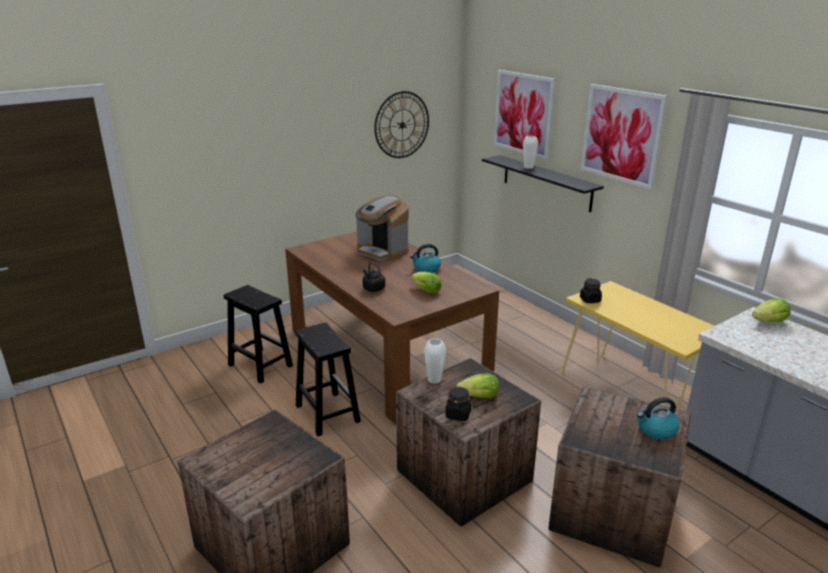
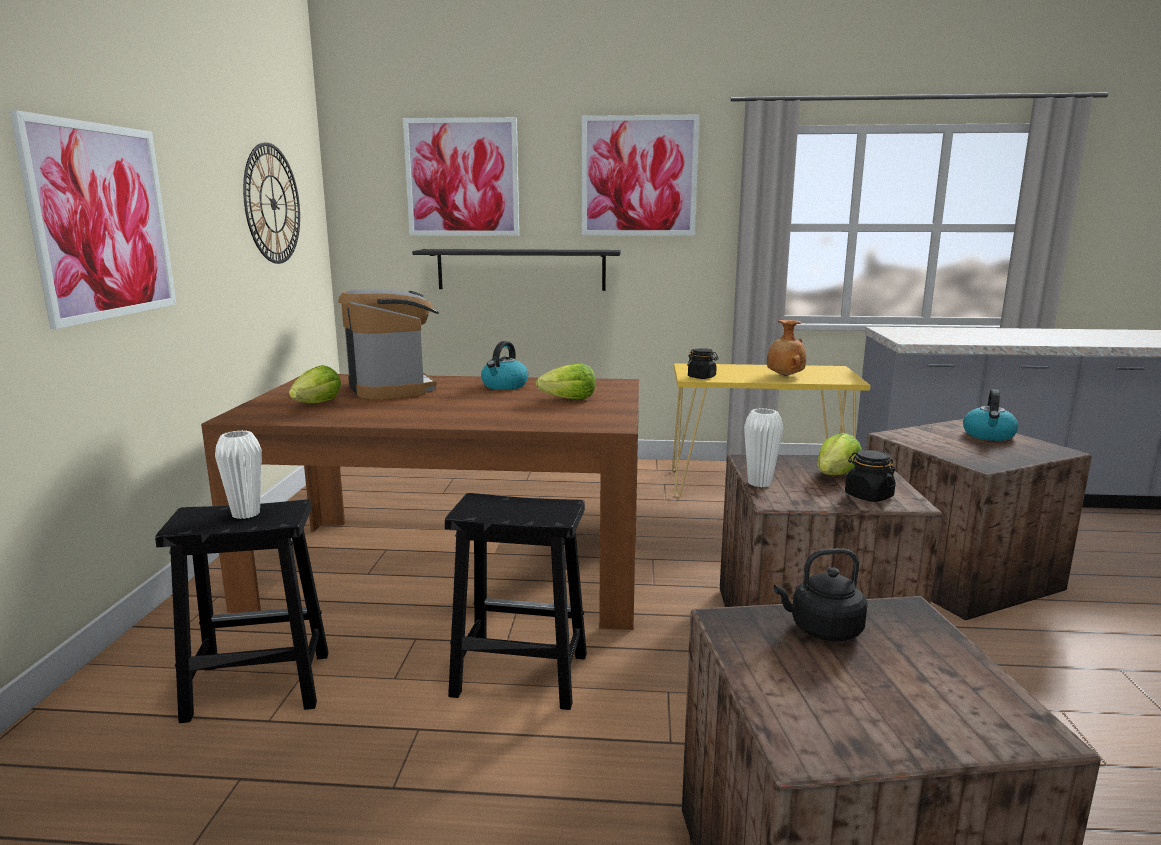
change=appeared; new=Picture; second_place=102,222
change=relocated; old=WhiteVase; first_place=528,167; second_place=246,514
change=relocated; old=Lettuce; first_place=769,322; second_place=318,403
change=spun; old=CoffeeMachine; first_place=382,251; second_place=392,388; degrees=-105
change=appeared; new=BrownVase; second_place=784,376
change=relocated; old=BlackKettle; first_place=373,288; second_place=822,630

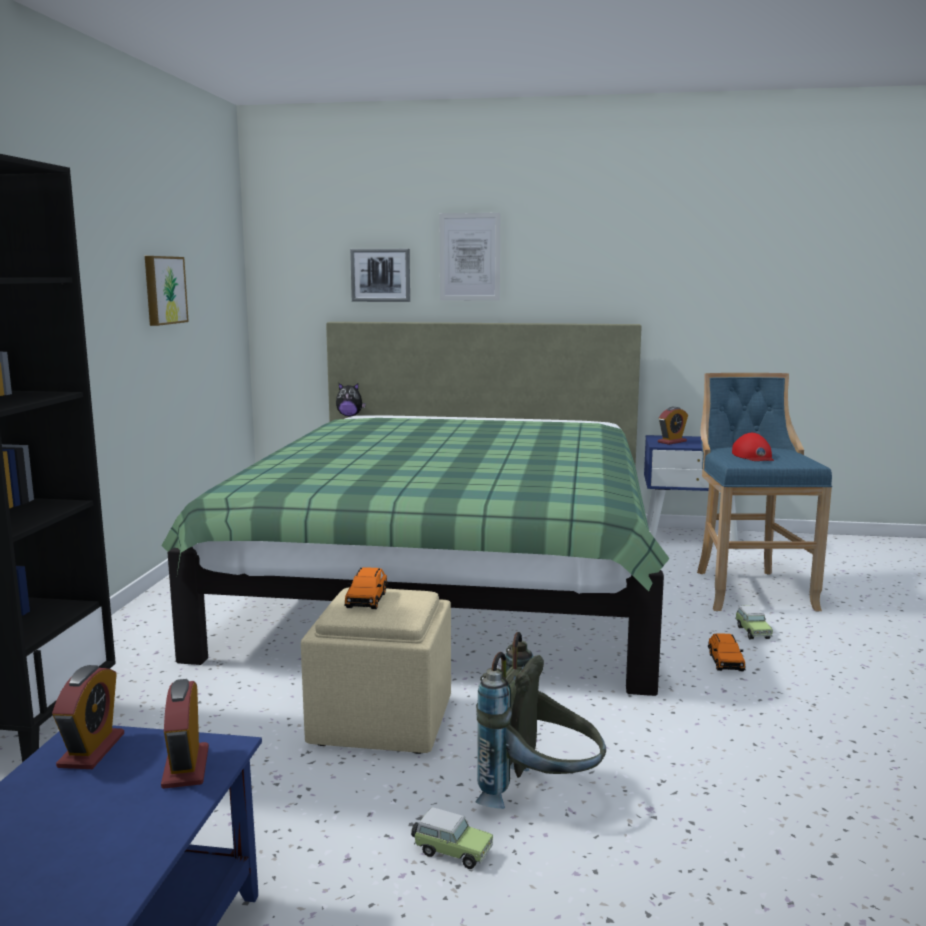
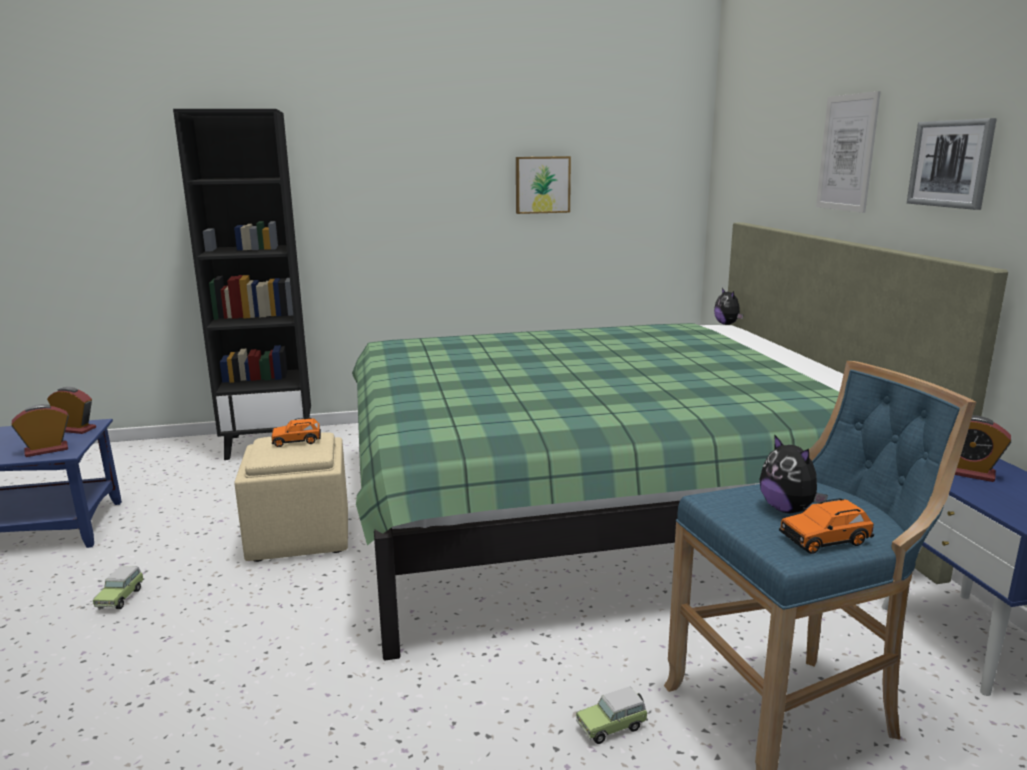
change=spun; old=AlarmClock; first_place=91,750; second_place=75,429; degrees=-150
change=exchanged; old=RedCap; new=PlushToy; first_place=753,456; second_place=788,509
change=relocated; old=OrangeToyCar; first_place=725,662; second_place=824,540
change=relocated; old=Picture; first_place=380,275; second_place=951,163
change=missing; old=GreyBackpack; first_place=540,795

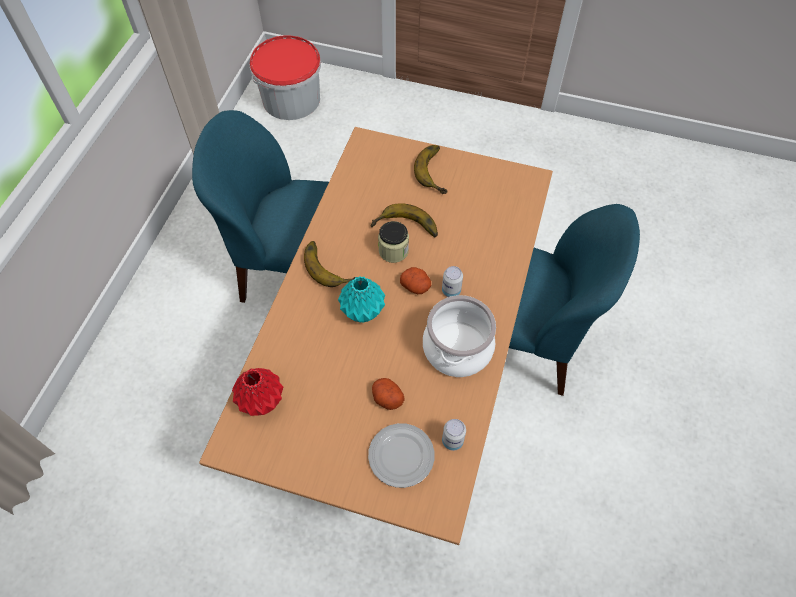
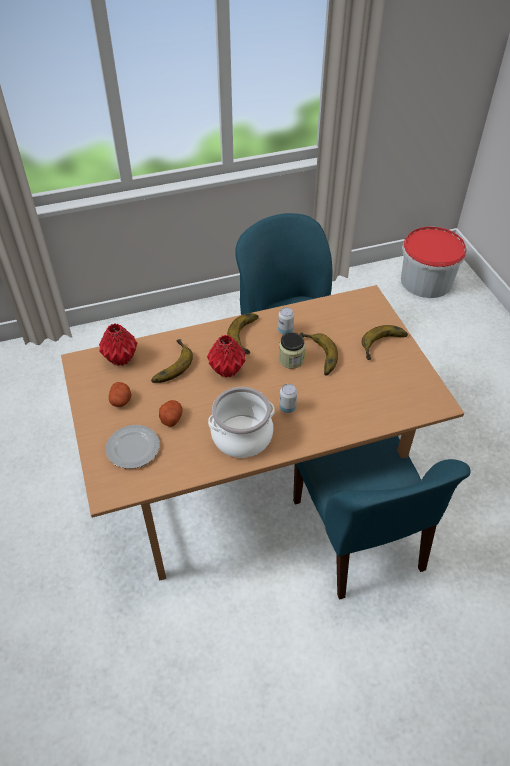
change=relocated; old=Potato; first_place=416,286; second_place=121,400
change=appeared; new=Banana; second_place=169,364
change=colour; old=TurquoiseVase; new=RedVase; first_place=363,311; second_place=227,370
change=relocated; old=Can; first_place=452,441; second_place=285,331

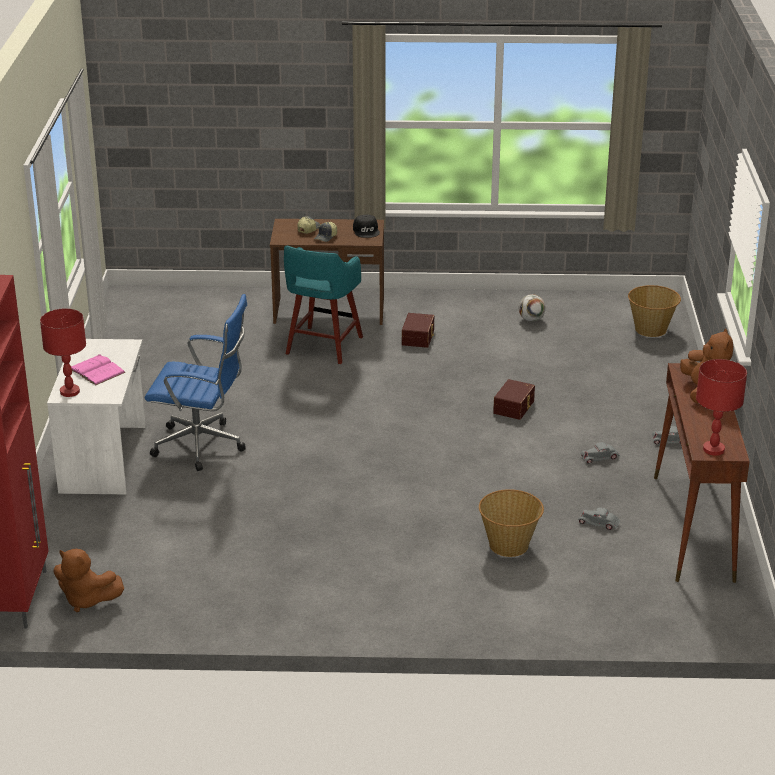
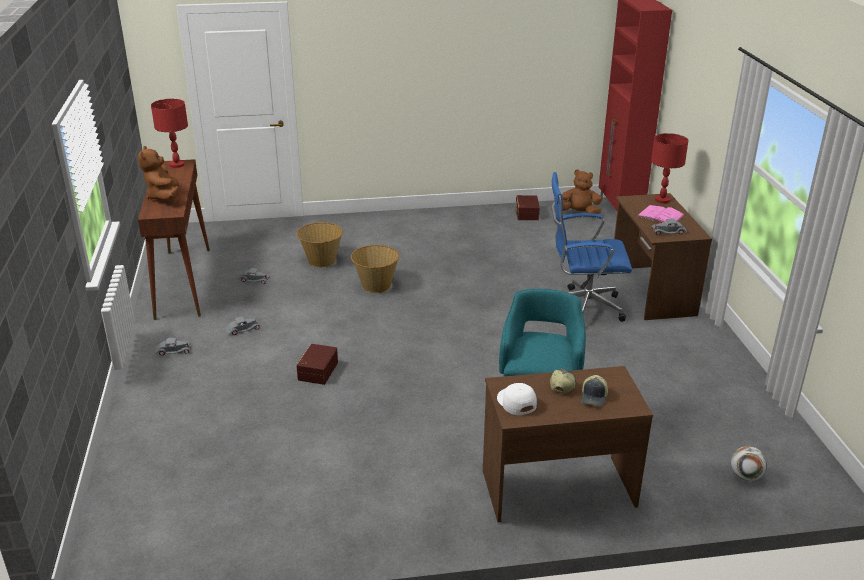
change=relocated; old=Basket; first_place=651,329; second_place=376,285
change=colour; old=BlackCap; new=WhiteCap; first_place=366,231; second_place=516,402
change=relocated; old=BrownStorageBox; first_place=419,337; second_place=526,213
change=colour; old=WhiteDesk; new=BrownDesk; first_place=105,458; second_place=651,291
change=appeared; new=GreyToyCar; second_place=669,231
change=relocated; old=Football; first_place=531,319; second_place=745,476

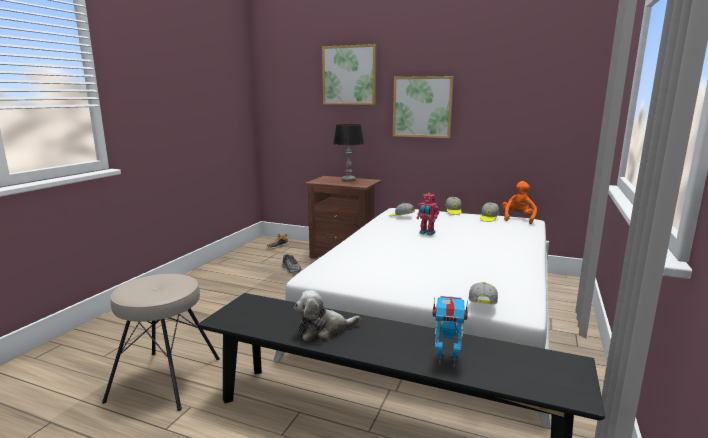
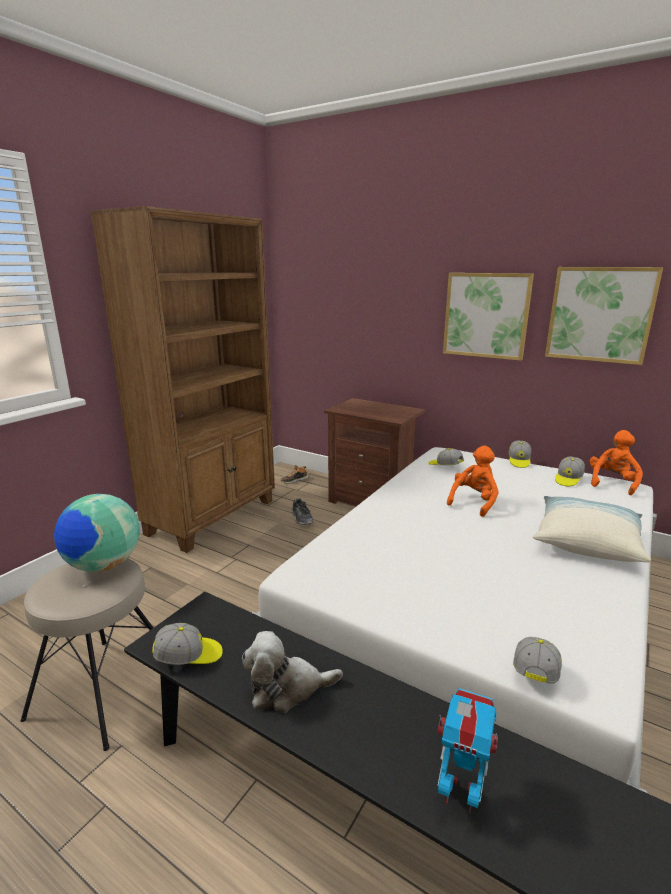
change=appeared; new=Globe; second_place=103,565
change=appeared; new=BrownBookcase; second_place=213,517
change=appeared; new=Cap; second_place=189,656
change=exchanged; old=ToyRobot; new=OrangePlushToy; first_place=426,233; second_place=474,502
change=appeared; new=Pillow; second_place=586,542
change=relocated; old=Picture; first_place=349,75; second_place=600,314
change=missing; old=TableLamp; first_place=348,180

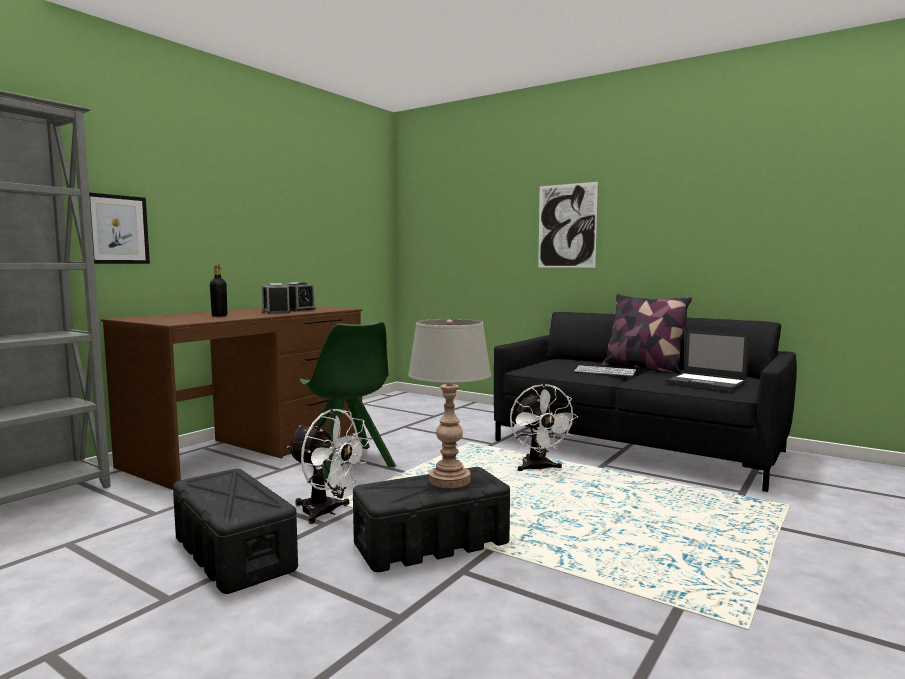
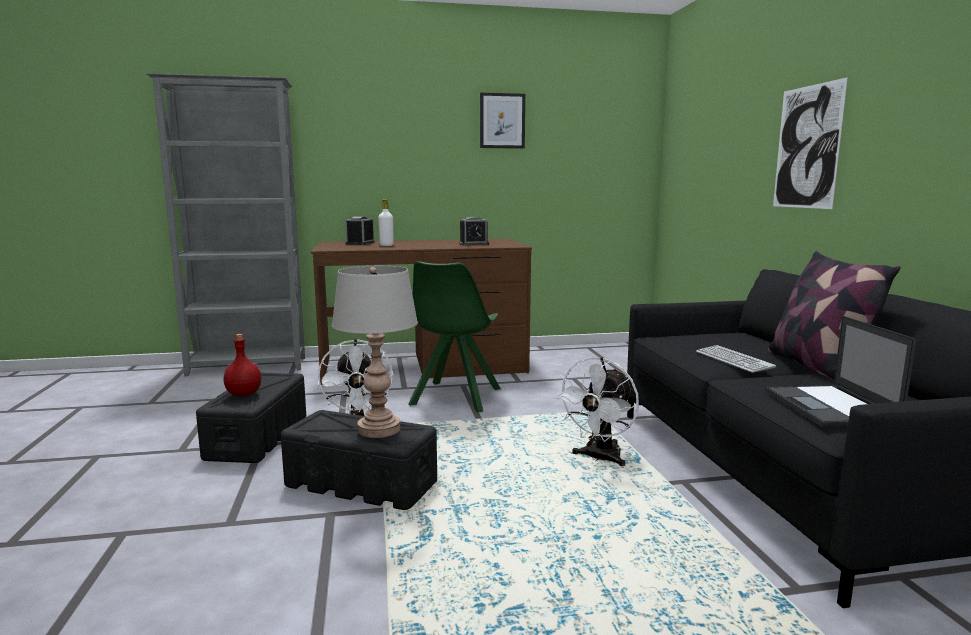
change=appeared; new=RedBottle; second_place=244,394
change=relocated; old=AlarmClock; first_place=276,312; second_place=360,243
change=colour; old=BlackBottle; new=WhiteBottle; first_place=219,316; second_place=386,245
change=relocated; old=Picture; first_place=117,229; second_place=502,121

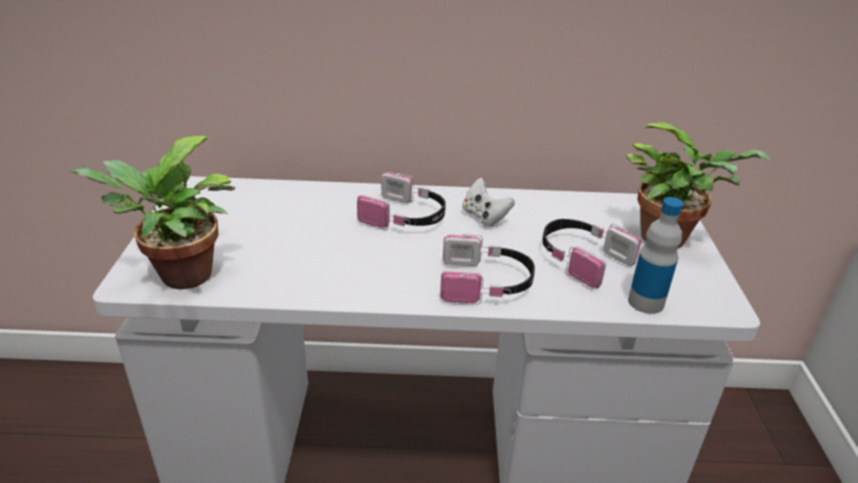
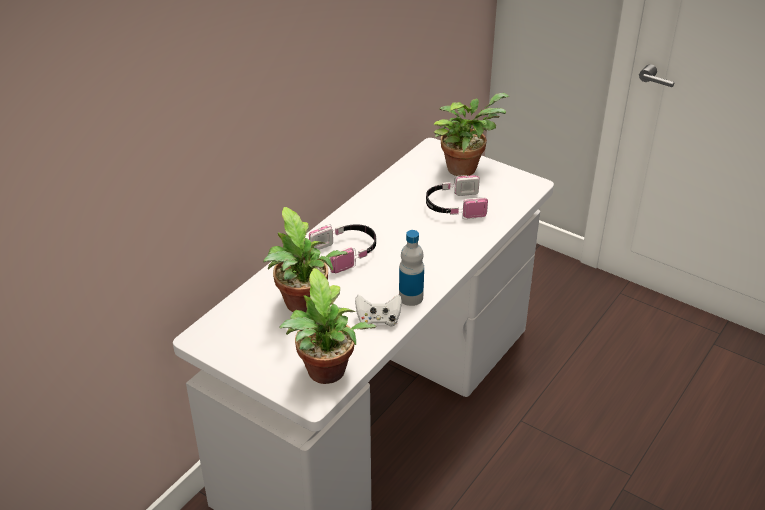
change=appeared; new=PottedPlant; second_place=304,306
change=relocated; old=WhiteGameController; first_place=484,217; second_place=378,320
change=relocated; old=Bottle; first_place=645,302; second_place=411,297
change=missing; old=Headphones; first_place=486,283

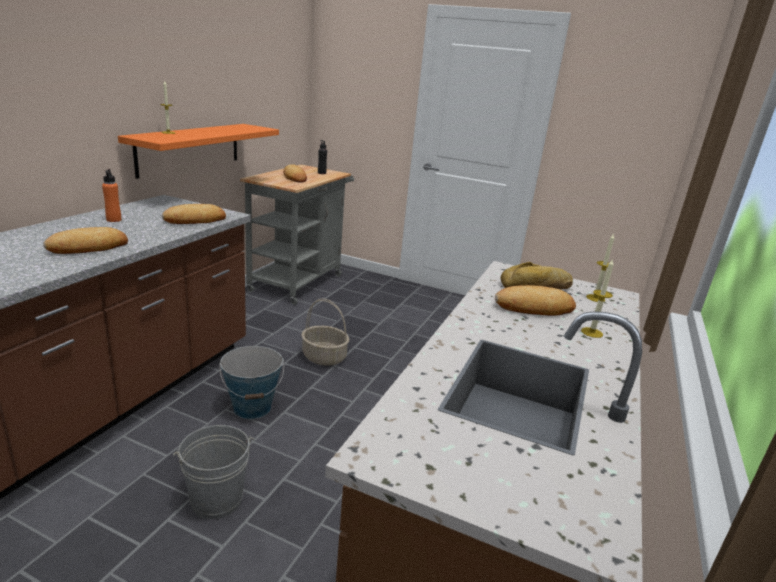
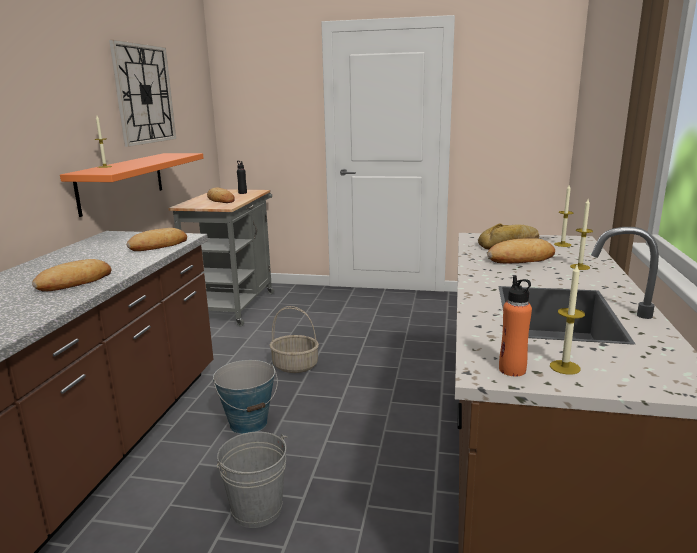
change=appeared; new=WallClock; second_place=144,94
change=relocated; old=OrangeBottle; first_place=113,220; second_place=512,370
change=appeared; new=Candle; second_place=564,367

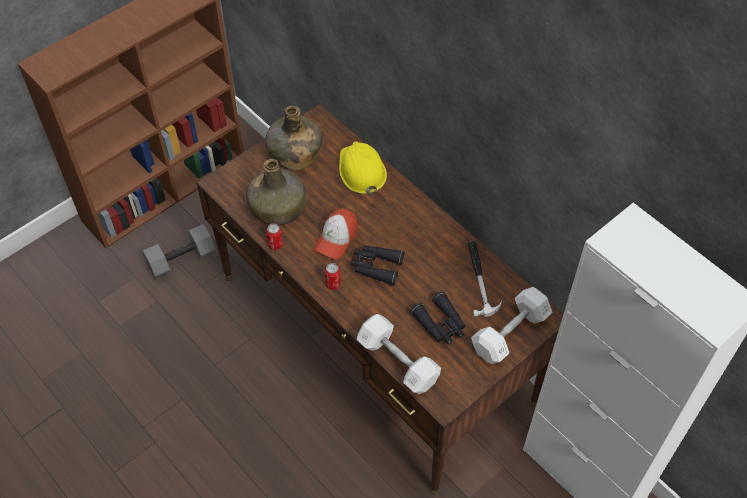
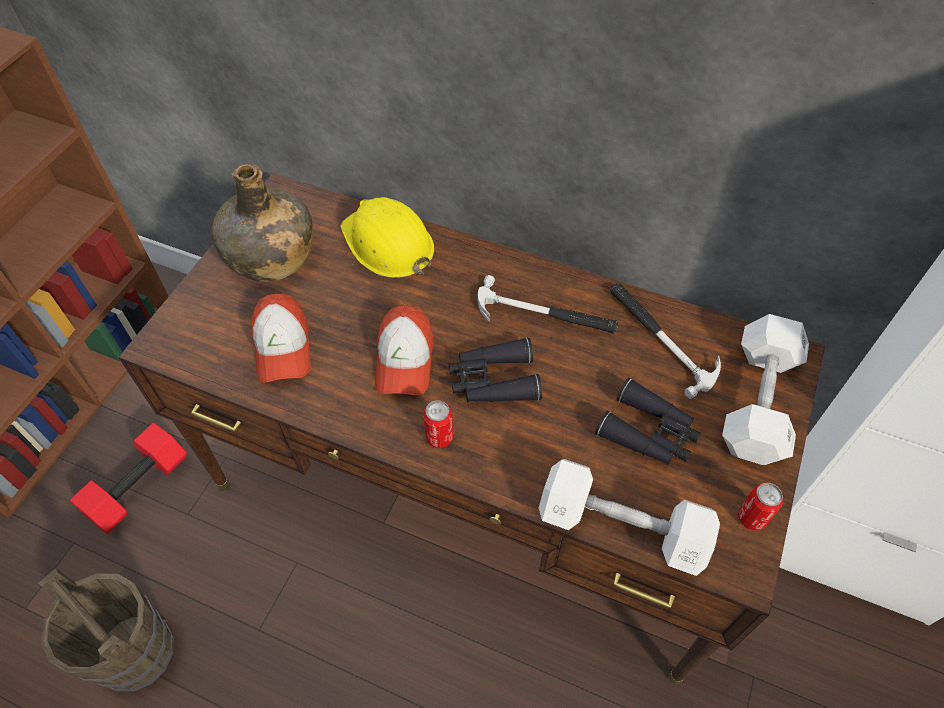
change=appeared; new=BrownBucket; second_place=135,651
change=colour; old=GreyDumbbell; new=RedDumbbell; first_place=181,258; second_place=138,486
change=exchanged; old=GreenBottle; new=Cap; first_place=278,208; second_place=283,347
change=appeared; new=Hammer; second_place=545,315
change=relocated; old=Can; first_place=275,245; second_place=751,518

